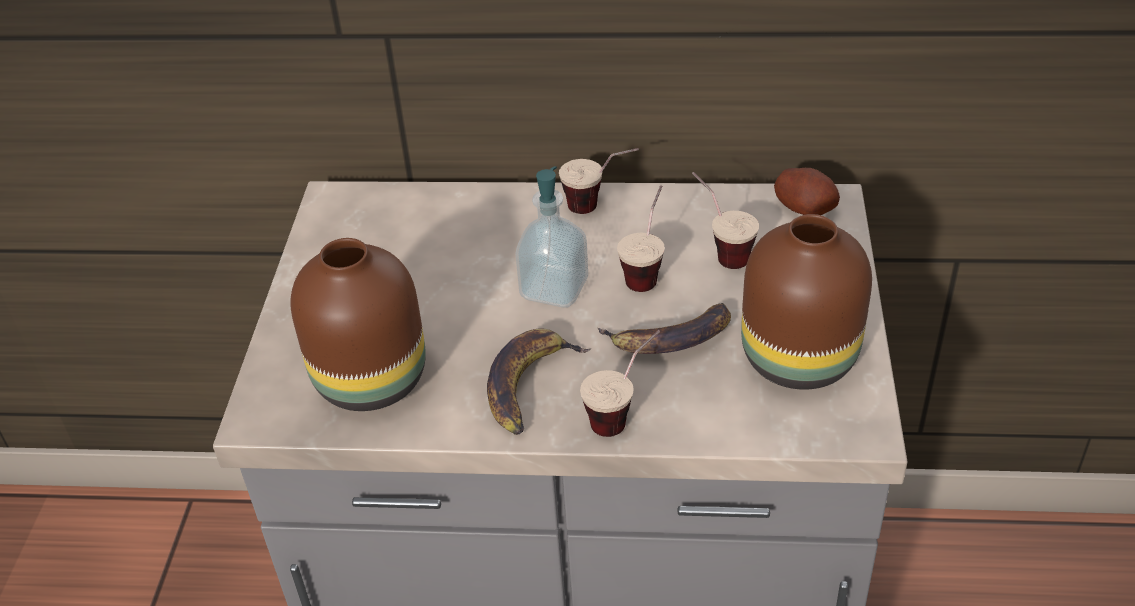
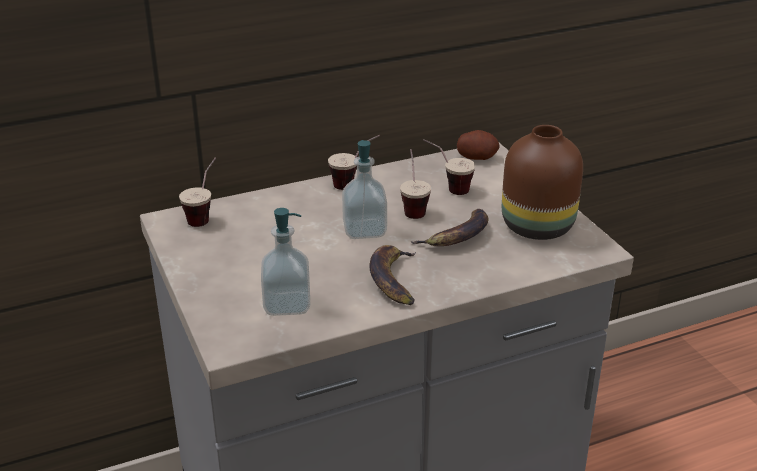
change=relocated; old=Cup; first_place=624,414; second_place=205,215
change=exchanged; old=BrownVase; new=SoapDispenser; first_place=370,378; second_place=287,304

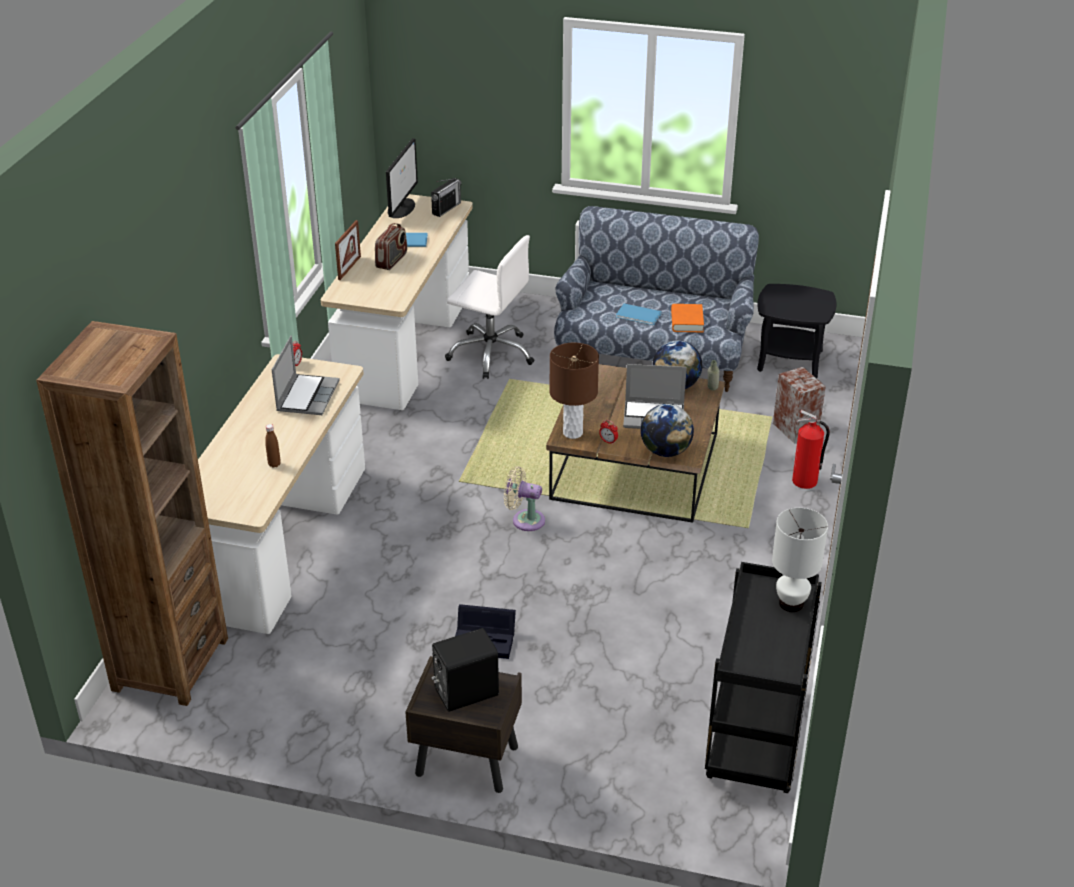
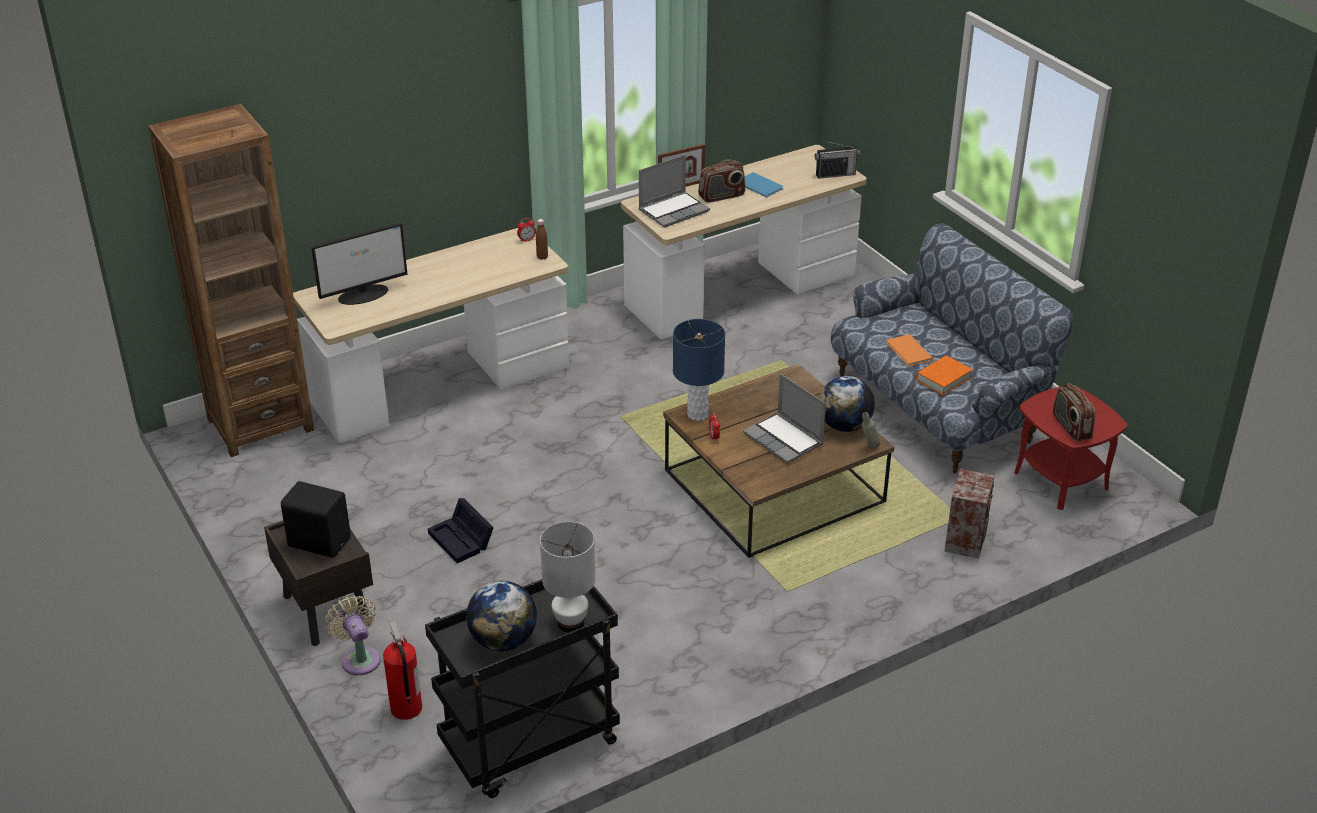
change=relocated; old=Monitor; first_place=402,208; second_place=364,294
change=relocated; old=BeigeFan; first_place=525,520; second_place=359,658
change=relocated; old=FireExtinguisher; first_place=805,482; second_place=406,709
change=relocated; old=Globe; first_place=665,451; second_place=503,641
change=relocated; old=BrownBottle; first_place=274,464; second_place=542,257
change=relocated; old=Laptop; first_place=307,396; second_place=674,210
change=colour; old=BrownTableLamp; new=BlueTableLamp; first_place=573,433; second_place=698,414
change=colour; old=BlueBook; new=OrangeBook; first_place=639,316; second_place=908,352
change=colour; old=BlackSideTable; new=RedSideTable; first_place=790,361; second_place=1061,481
change=appeared; new=Radio; second_place=1071,427
change=missing; old=WhiteOfficeChair; first_place=491,354

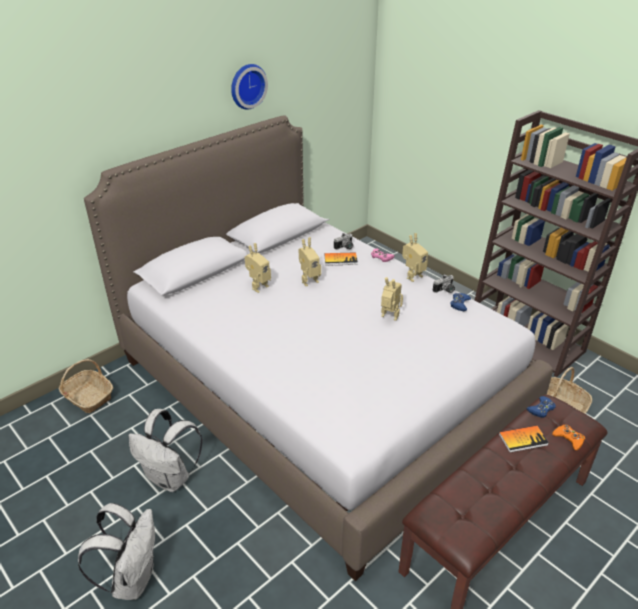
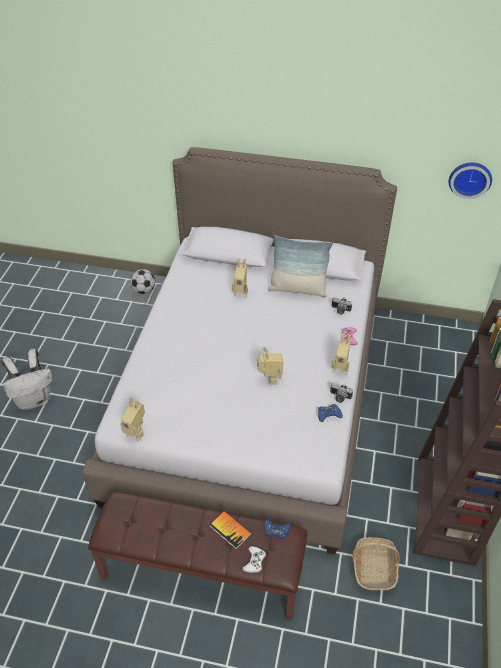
change=relocated; old=ToyRobot; first_place=308,280; second_place=136,432
change=exchanged; old=Basket; new=Football; first_place=88,397; second_place=144,290
change=colour; old=OrangeGameController; new=WhiteGameController; first_place=569,439; second_place=254,561
change=appeared; new=Pillow; second_place=298,289
change=relocated; old=WallClock; first_place=247,86; second_place=470,178
change=missing; old=WhiteBackpack; first_place=171,478
change=missing; old=Book; first_place=340,260

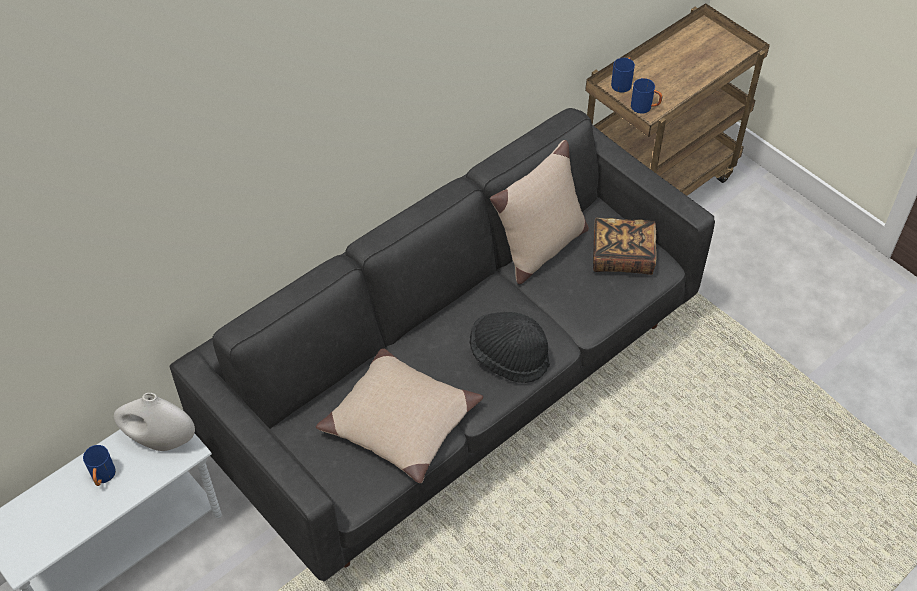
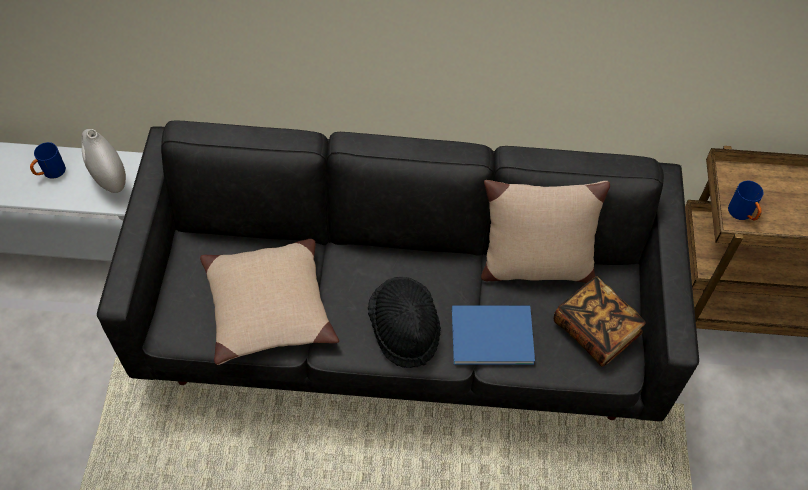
change=appeared; new=BlueBook; second_place=489,334
change=missing; old=BlueMug; first_place=622,83

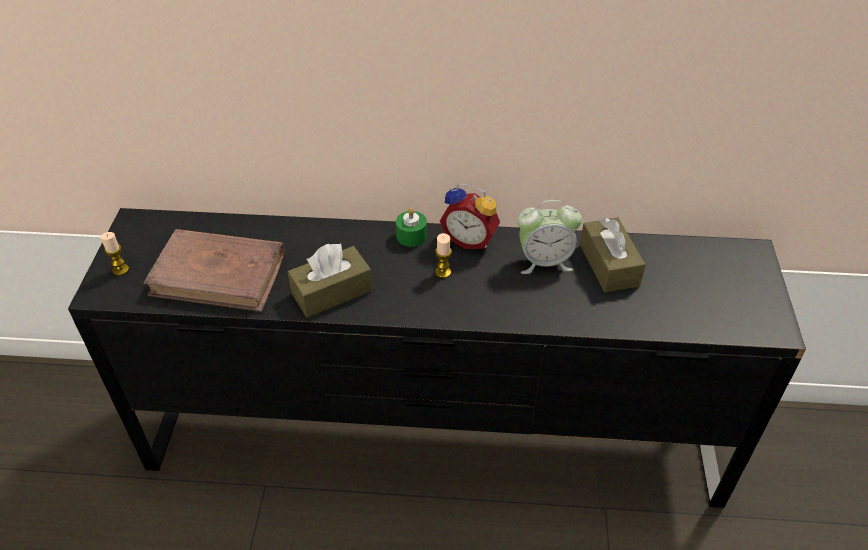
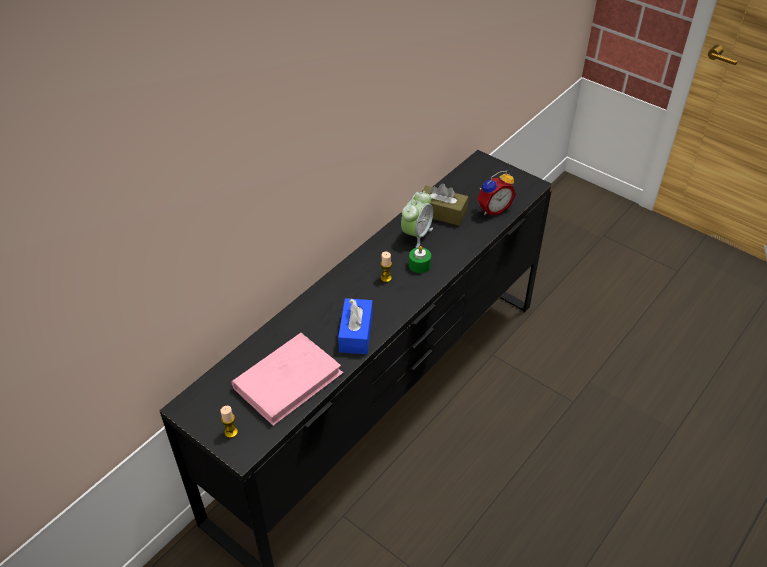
change=colour; old=BrownBook; new=PinkBook; first_place=219,274; second_place=288,381
change=colour; old=BrownTissueBox; new=BlueTissueBox; first_place=332,292; second_place=356,333
change=relocated; old=GreenCandle; first_place=411,236; second_place=419,265
change=relocated; old=AlarmClock; first_place=470,239; second_place=492,209

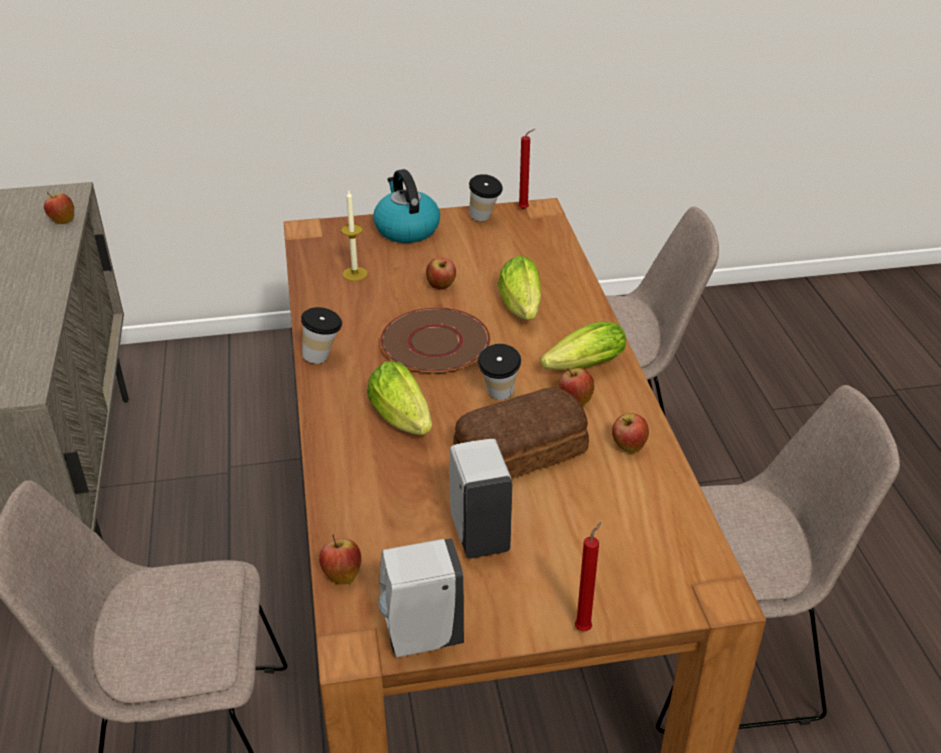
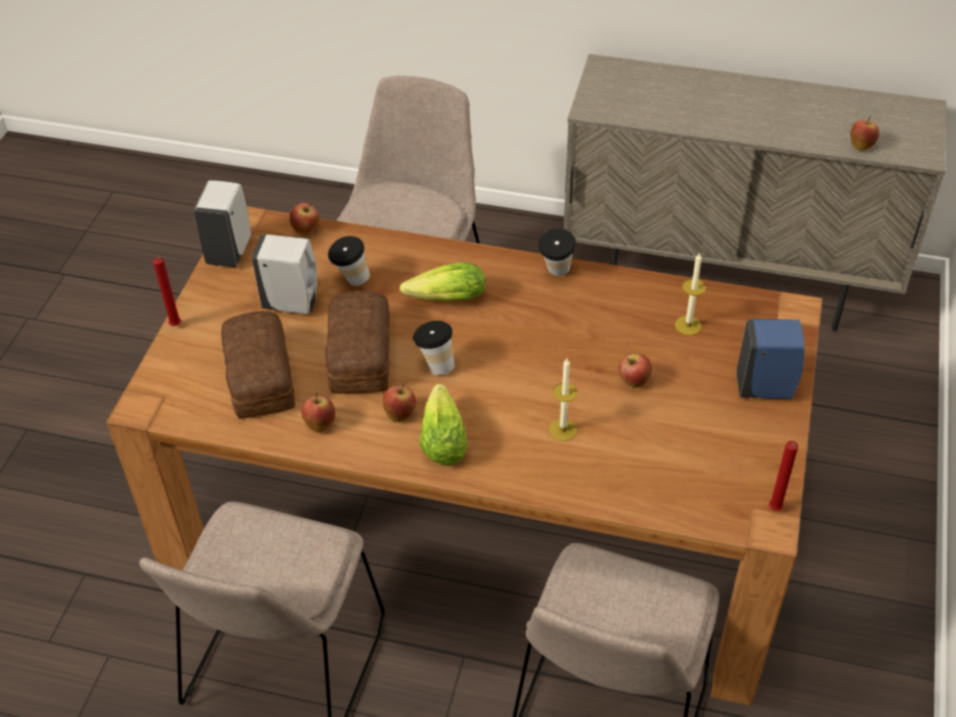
change=appeared; new=Bread; second_place=258,378
change=relocated; old=Cup; first_place=484,219; second_place=351,281
change=exchanged; old=Lettuce; new=Candle; first_place=521,308; second_place=563,430
change=exchanged; old=Kettle; new=BlueSoapDispenser; first_place=406,229; second_place=766,388
change=missing; old=BrownPlate; first_place=435,343

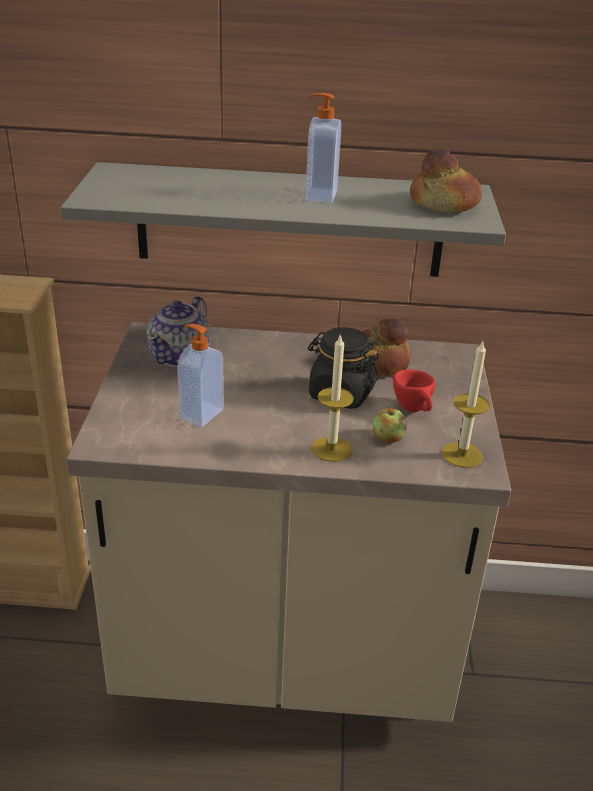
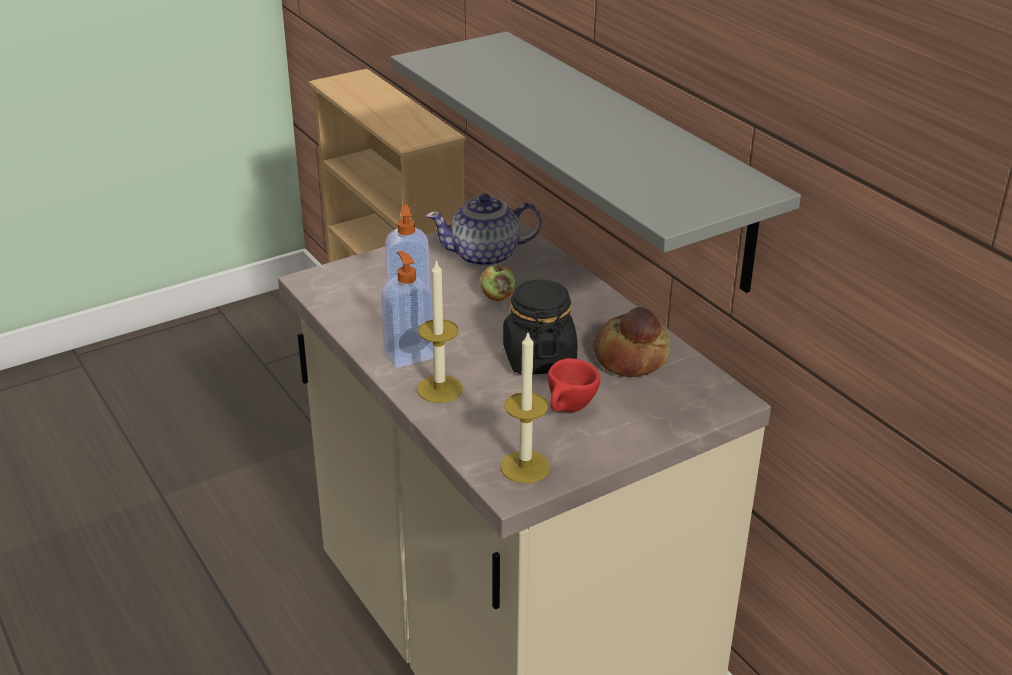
change=relocated; old=SoapDispenser; first_place=319,195; second_place=409,354
change=relocated; old=Apple; first_place=388,438; second_place=497,296
change=missing; old=Bread; first_place=444,204

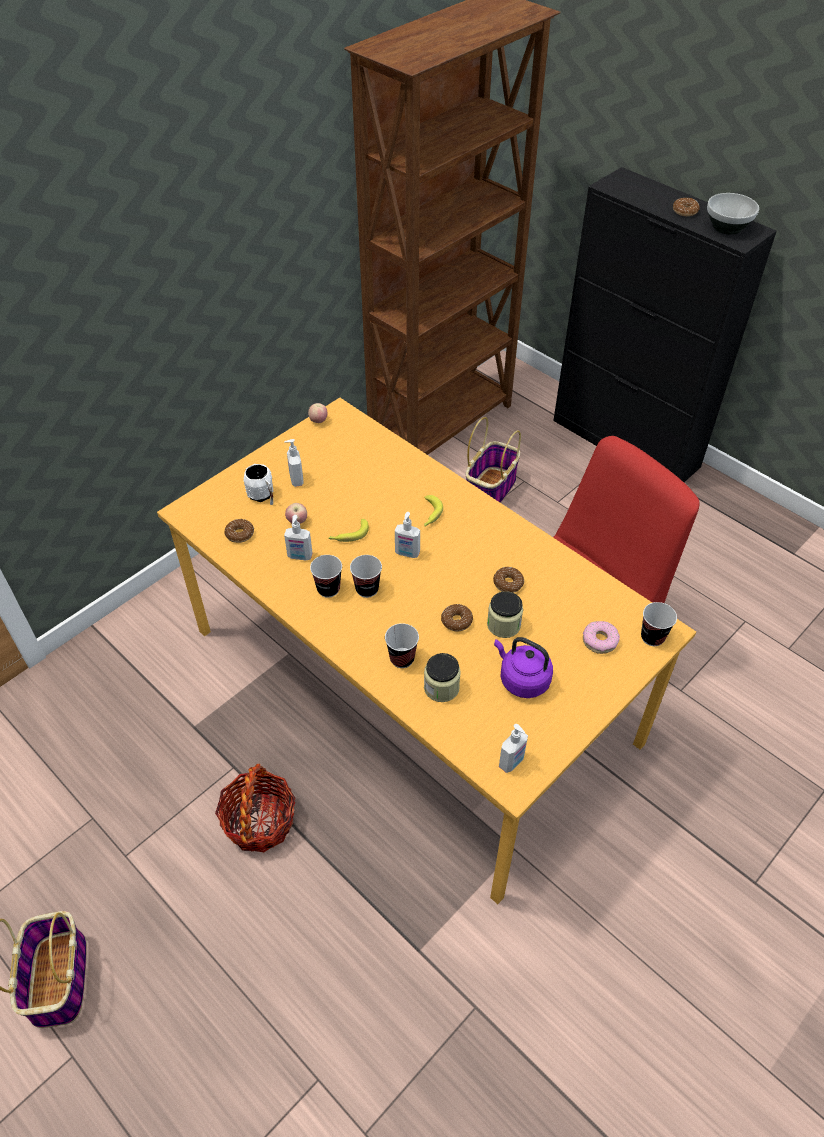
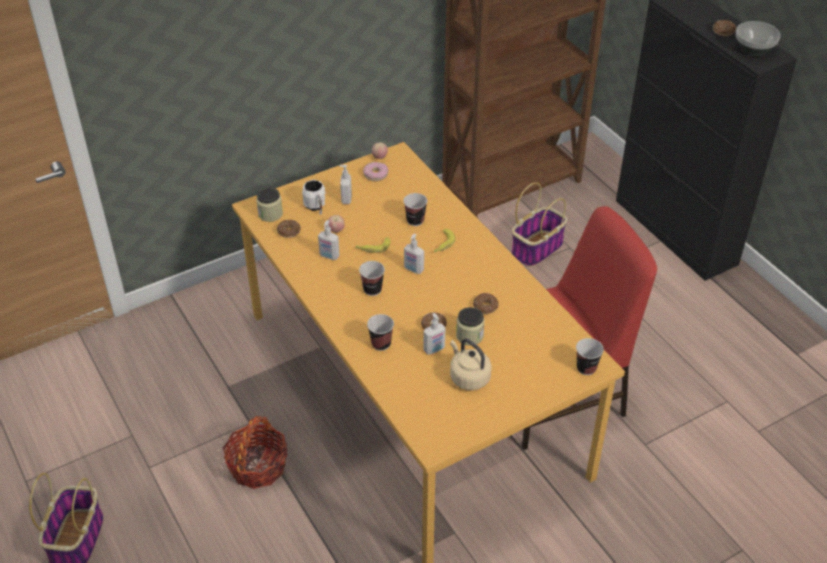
change=relocated; old=Jar; first_place=441,687; second_place=270,214
change=relocated; old=Donut; first_place=599,640; second_place=375,174
change=relocated; old=Cup; first_place=328,589; second_place=415,220
change=relocated; old=SoapDispenser; first_place=512,762; second_place=434,349
change=colour; old=PurpleKettle; new=BeigeKettle; first_place=522,679; second_place=468,377

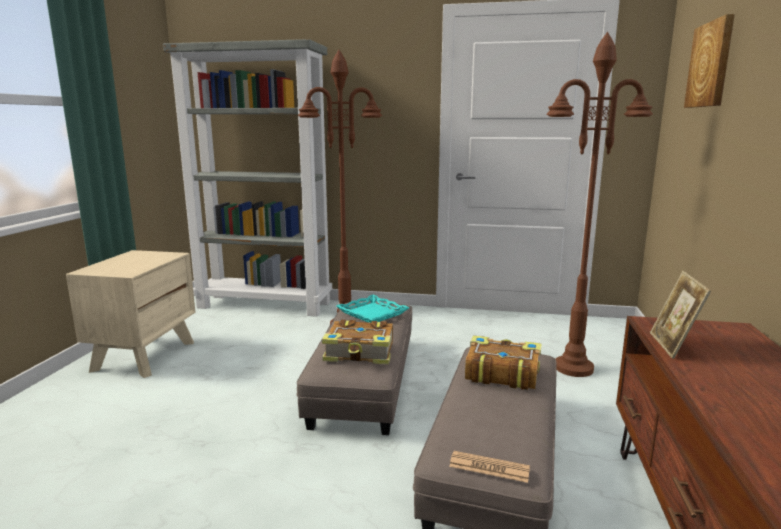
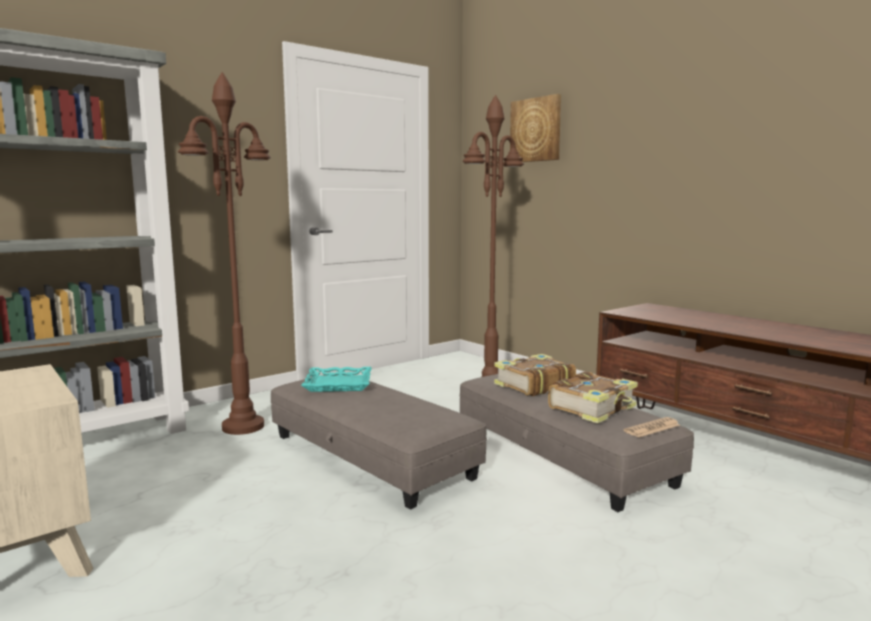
change=relocated; old=Book; first_place=360,353; second_place=593,408
change=missing; old=PictureFrame; first_place=673,346

